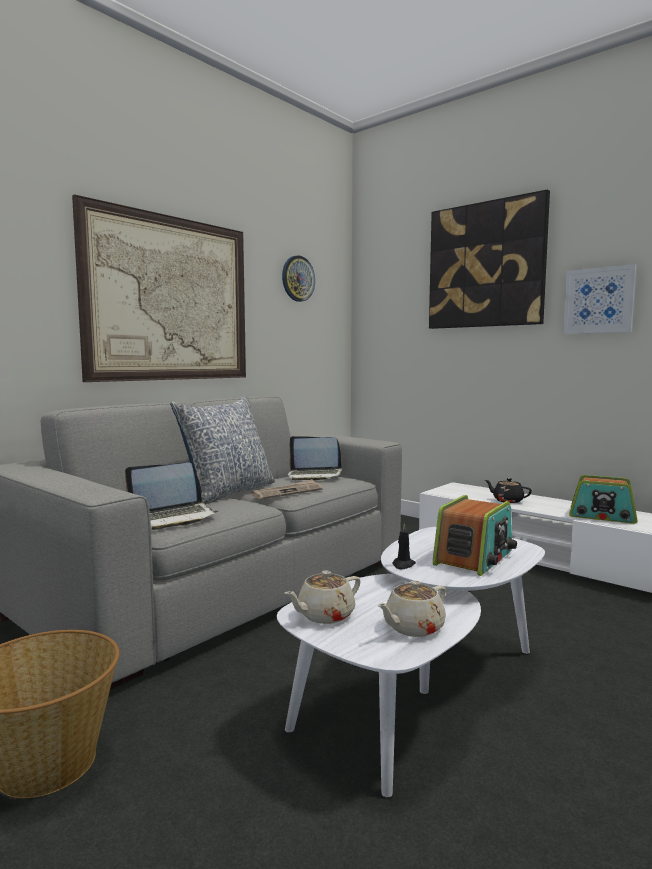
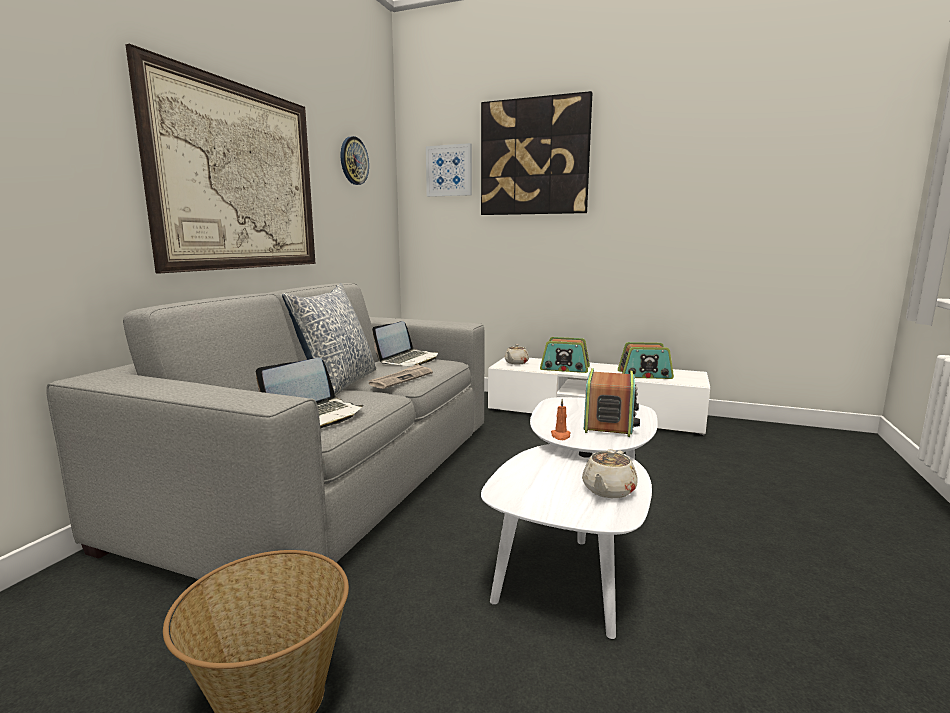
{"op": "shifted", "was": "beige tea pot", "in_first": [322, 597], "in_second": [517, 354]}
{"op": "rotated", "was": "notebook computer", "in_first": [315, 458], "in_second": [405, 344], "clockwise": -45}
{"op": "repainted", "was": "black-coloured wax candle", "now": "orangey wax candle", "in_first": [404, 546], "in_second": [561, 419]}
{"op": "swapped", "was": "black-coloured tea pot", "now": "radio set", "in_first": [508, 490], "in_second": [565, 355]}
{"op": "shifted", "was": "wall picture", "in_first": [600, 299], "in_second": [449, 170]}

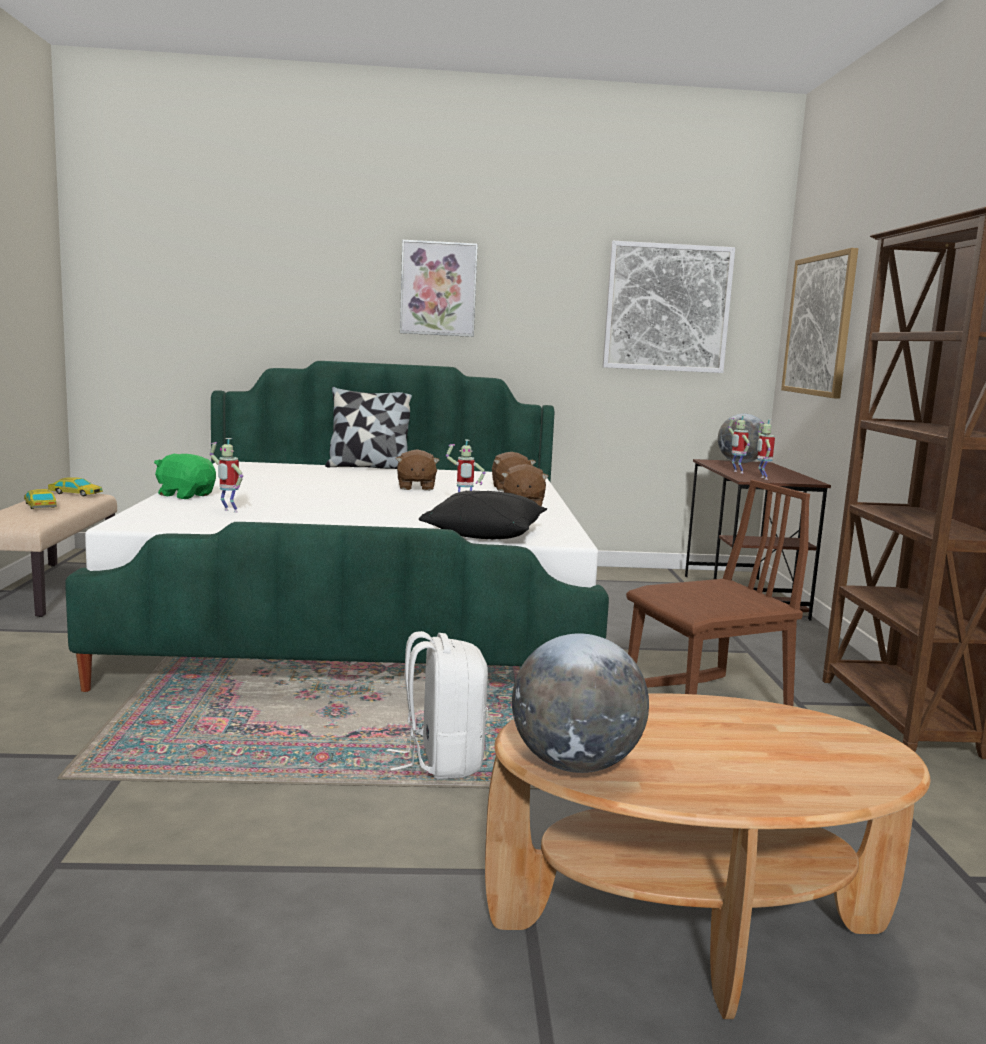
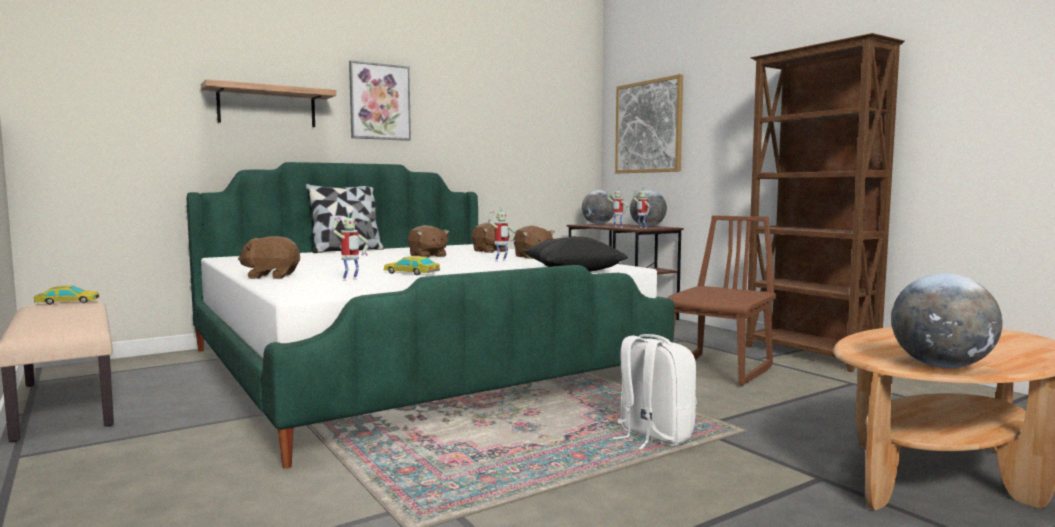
{"op": "shifted", "was": "miniature car", "in_first": [40, 499], "in_second": [412, 265]}
{"op": "repainted", "was": "green soft toy", "now": "brownish soft toy", "in_first": [185, 476], "in_second": [269, 257]}
{"op": "rotated", "was": "robot figure", "in_first": [226, 475], "in_second": [350, 246], "clockwise": -45}
{"op": "gone", "was": "wall picture", "in_first": [669, 307]}
{"op": "new", "now": "wall shelf", "in_second": [268, 103]}
{"op": "new", "now": "desk globe", "in_second": [648, 208]}

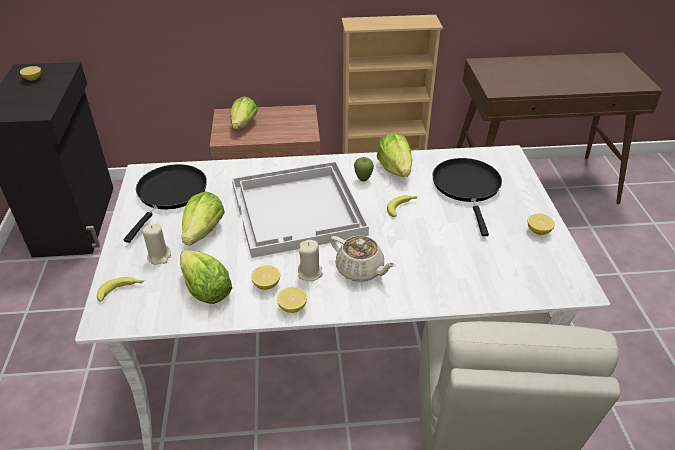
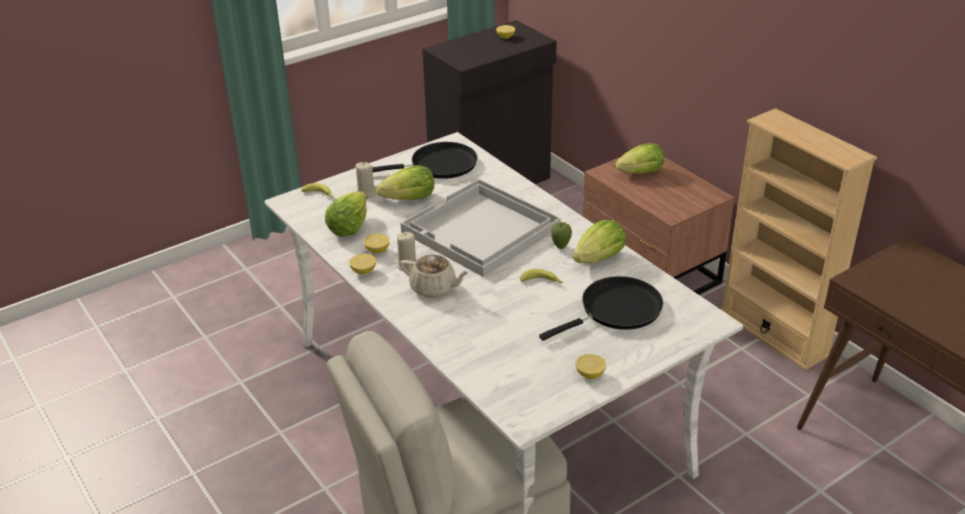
{"op": "rotated", "was": "beige tea pot", "in_first": [363, 259], "in_second": [434, 276], "clockwise": -75}

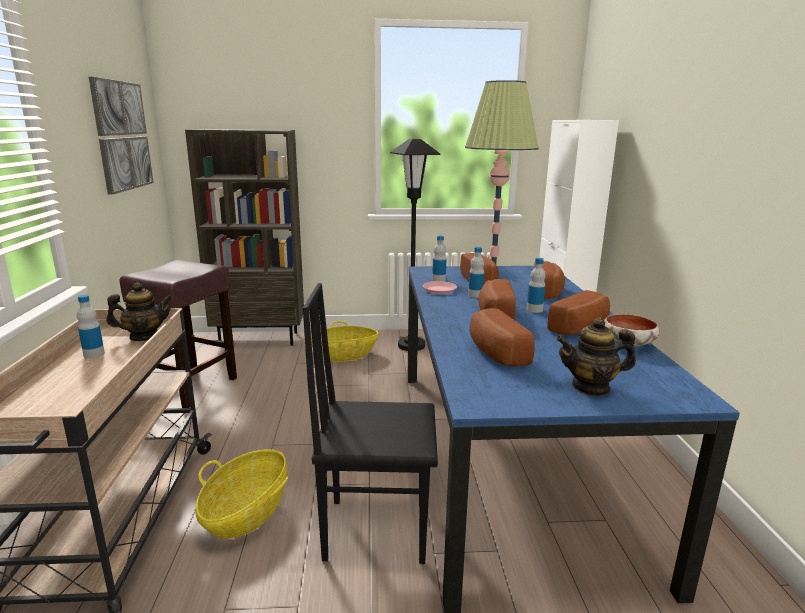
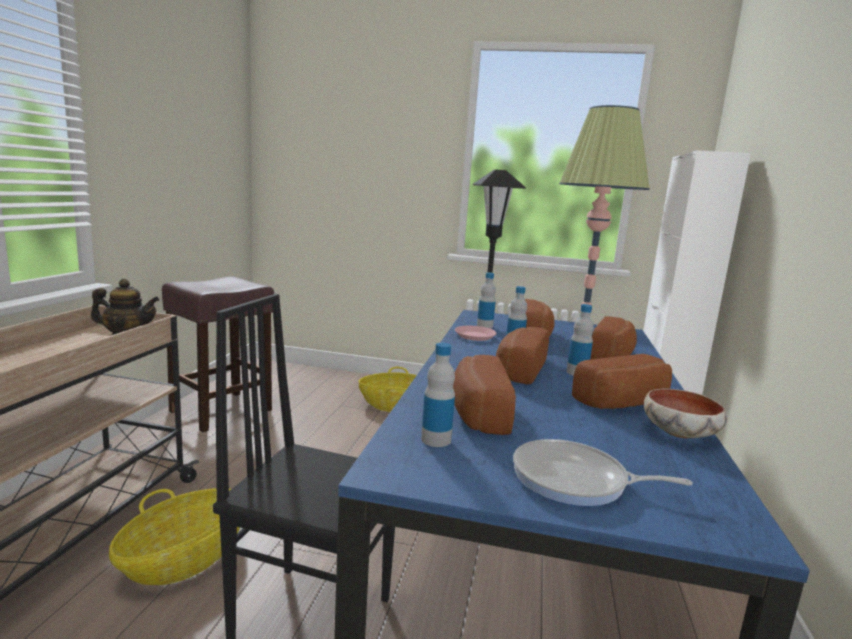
{"op": "shifted", "was": "beverage bottle", "in_first": [91, 327], "in_second": [438, 395]}
{"op": "gone", "was": "wall picture", "in_first": [121, 136]}
{"op": "gone", "was": "brownish bookshelf", "in_first": [244, 237]}
{"op": "swapped", "was": "tea pot", "now": "frying pan", "in_first": [596, 356], "in_second": [603, 473]}

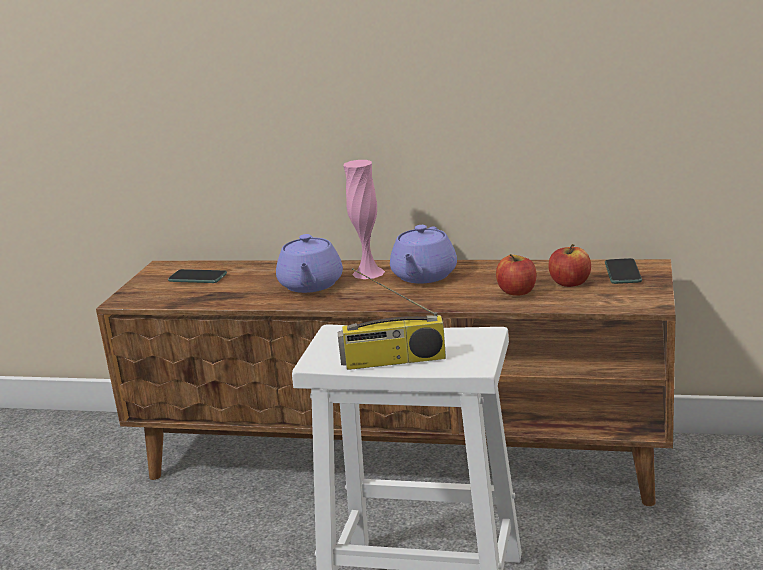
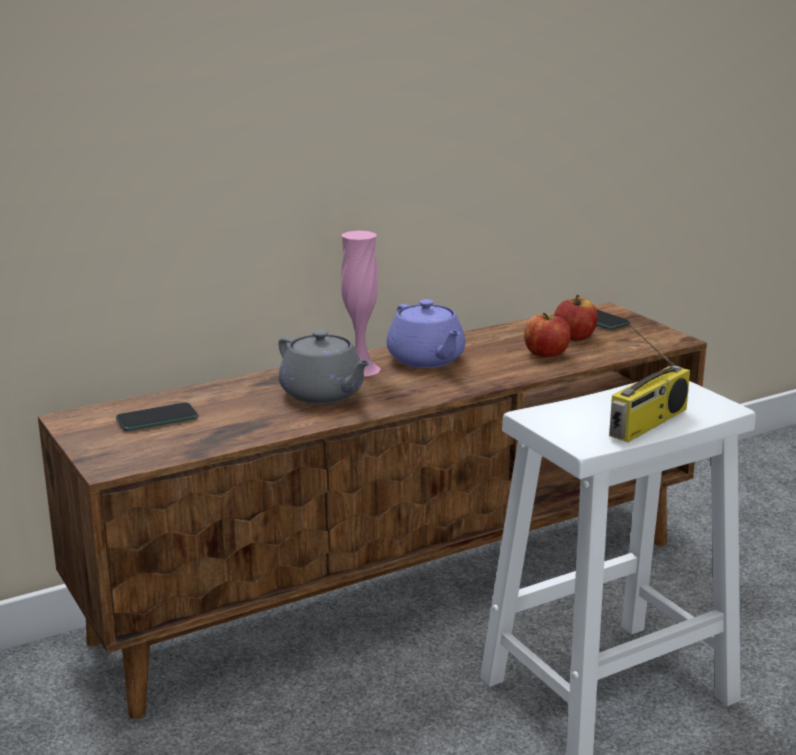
{"op": "repainted", "was": "purple-coloured tea pot", "now": "grey tea pot", "in_first": [309, 263], "in_second": [325, 367]}

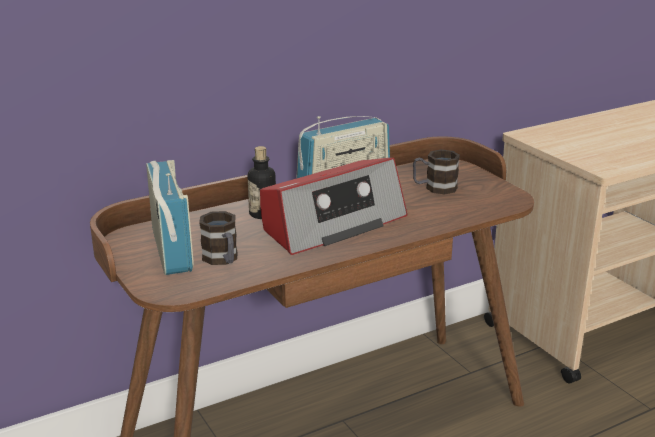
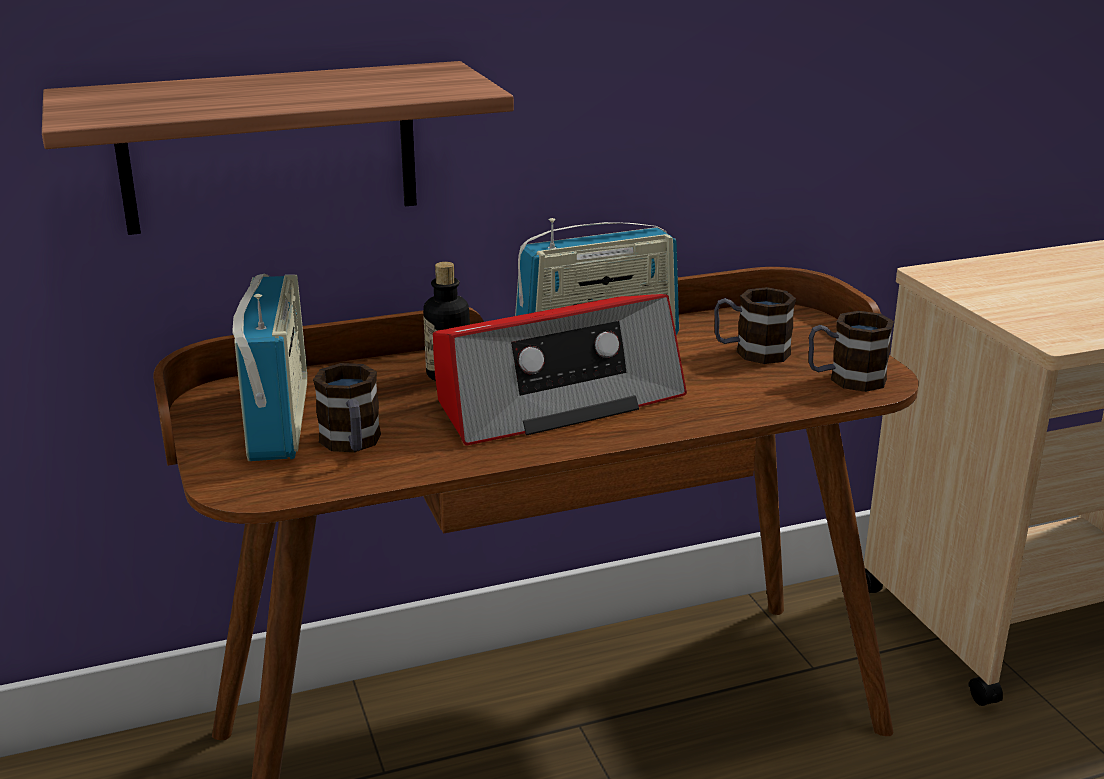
{"op": "new", "now": "wall shelf", "in_second": [278, 148]}
{"op": "new", "now": "tea mug", "in_second": [851, 351]}

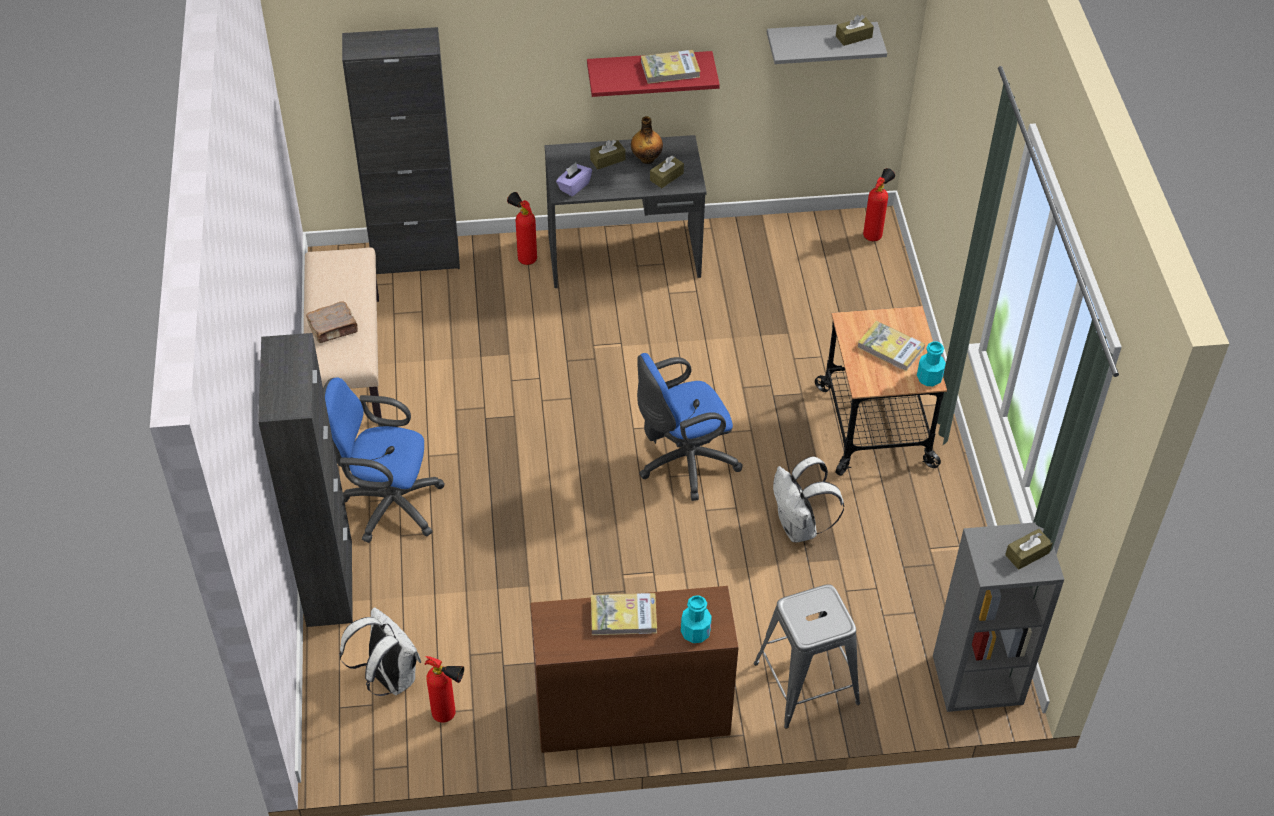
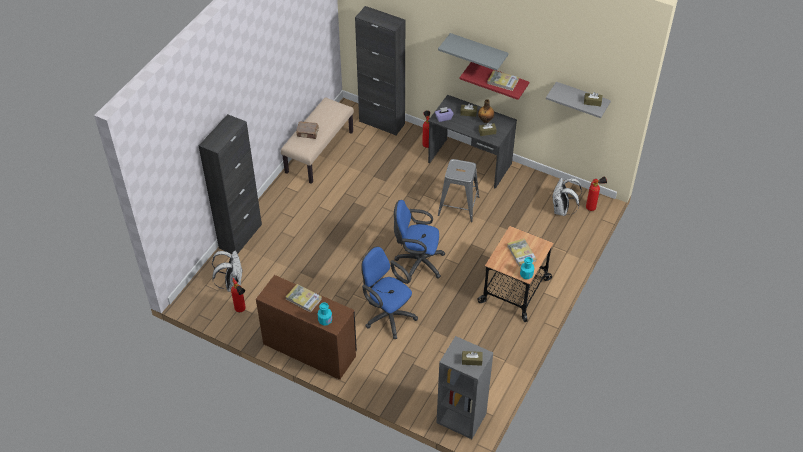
{"op": "shifted", "was": "bluish computer chair", "in_first": [384, 460], "in_second": [390, 292]}
{"op": "shifted", "was": "grey stool seat", "in_first": [807, 656], "in_second": [458, 190]}
{"op": "shifted", "was": "white-coloured backpack", "in_first": [808, 499], "in_second": [567, 196]}
{"op": "new", "now": "grey wall shelf", "in_second": [473, 52]}

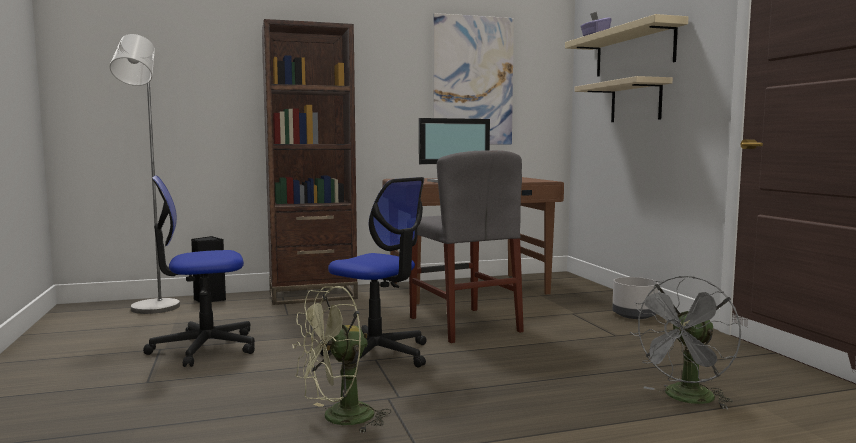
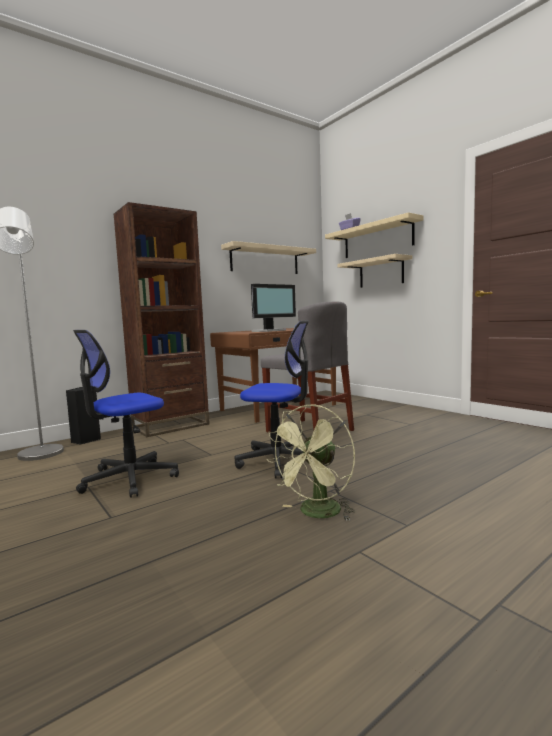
{"op": "swapped", "was": "wall picture", "now": "beige wall shelf", "in_first": [473, 79], "in_second": [268, 257]}
{"op": "gone", "was": "grey flower pot", "in_first": [635, 298]}
{"op": "gone", "was": "grey electric fan", "in_first": [685, 343]}

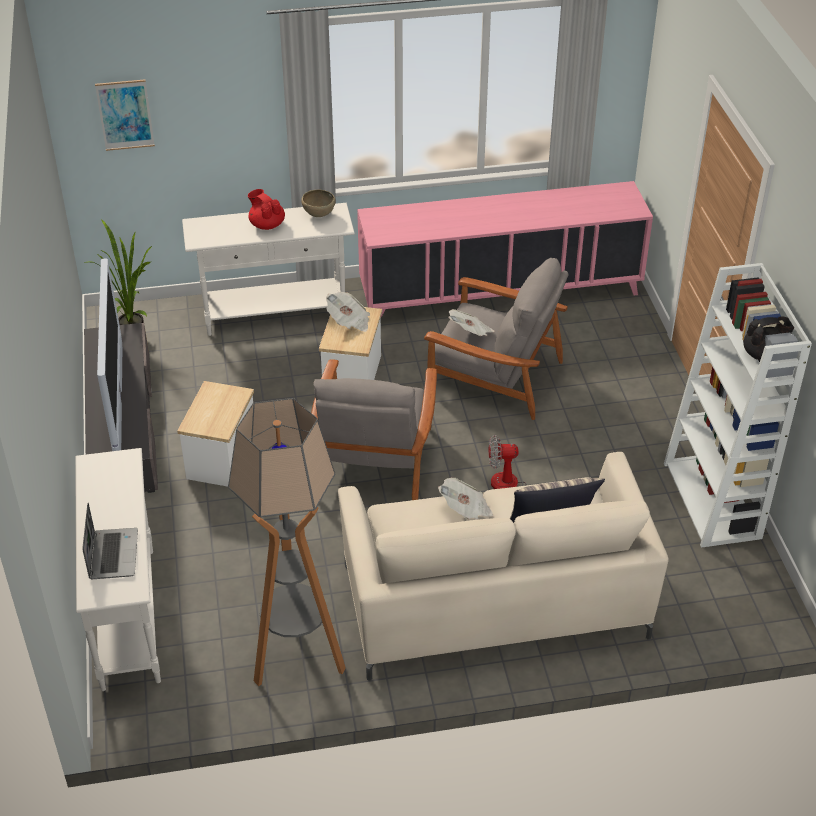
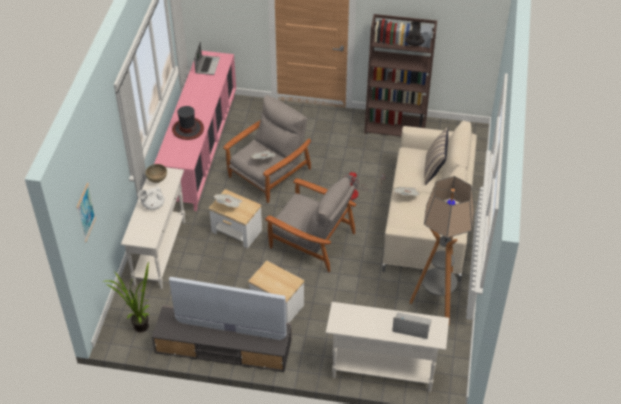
{"op": "repainted", "was": "red tea pot", "now": "white-coloured tea pot", "in_first": [266, 209], "in_second": [151, 198]}
{"op": "repainted", "was": "white-coloured bookshelf", "now": "brownish bookshelf", "in_first": [738, 405], "in_second": [400, 75]}
{"op": "new", "now": "hat", "in_second": [188, 123]}
{"op": "new", "now": "notebook computer", "in_second": [207, 58]}

